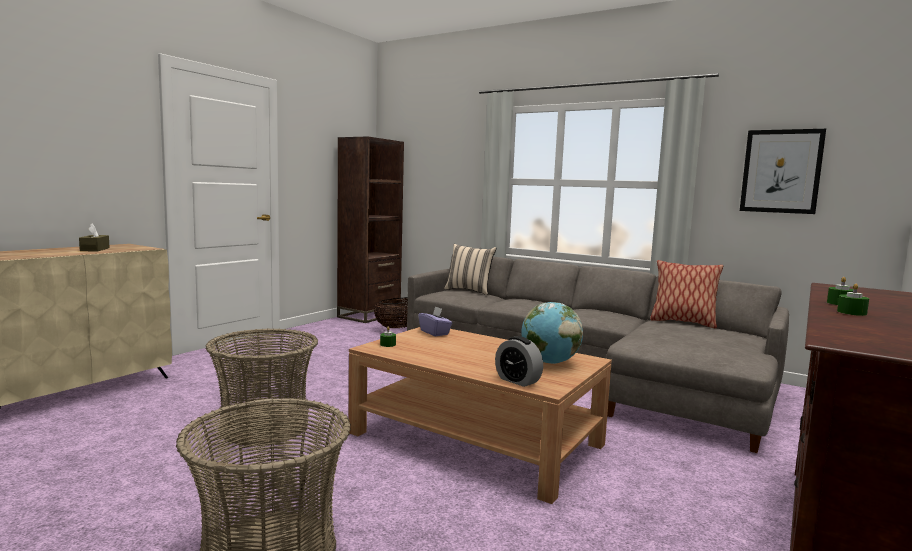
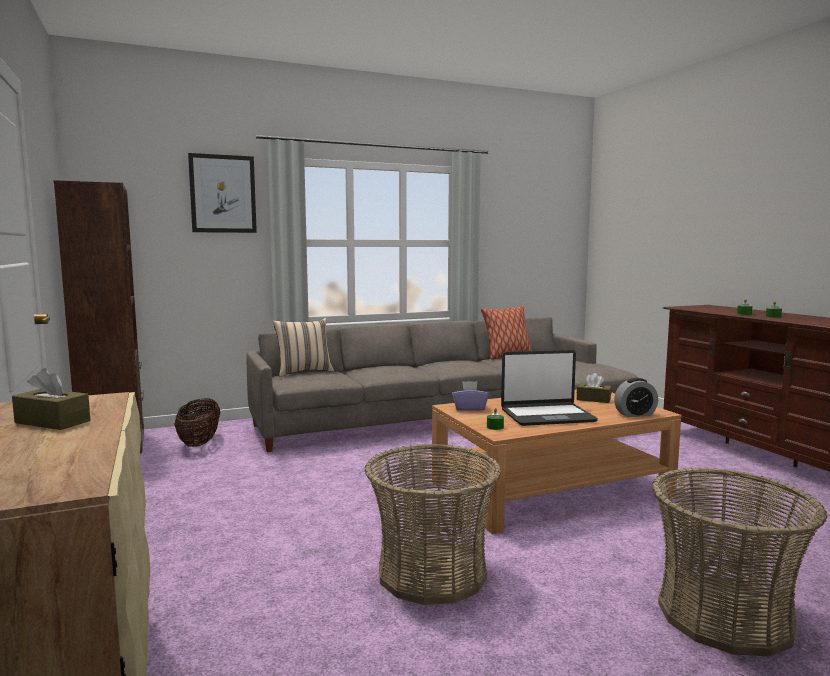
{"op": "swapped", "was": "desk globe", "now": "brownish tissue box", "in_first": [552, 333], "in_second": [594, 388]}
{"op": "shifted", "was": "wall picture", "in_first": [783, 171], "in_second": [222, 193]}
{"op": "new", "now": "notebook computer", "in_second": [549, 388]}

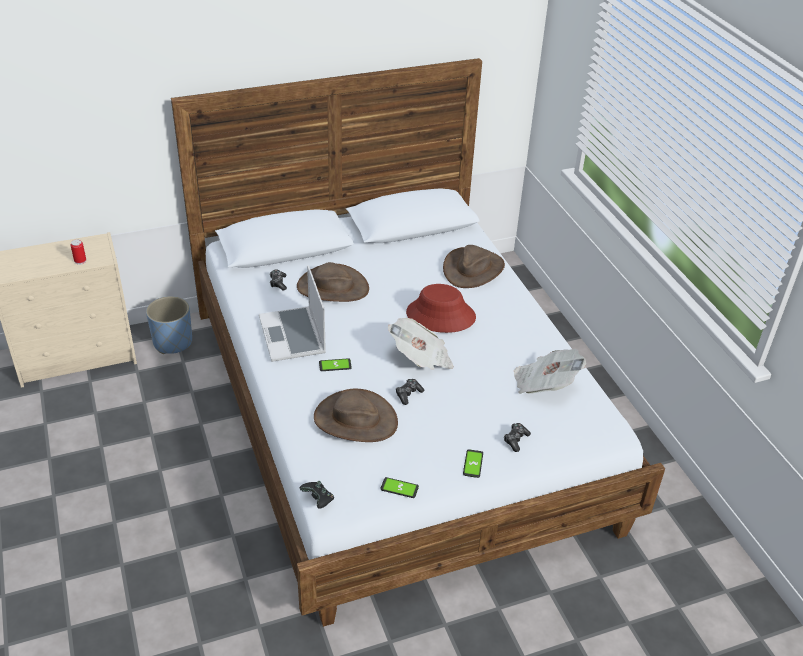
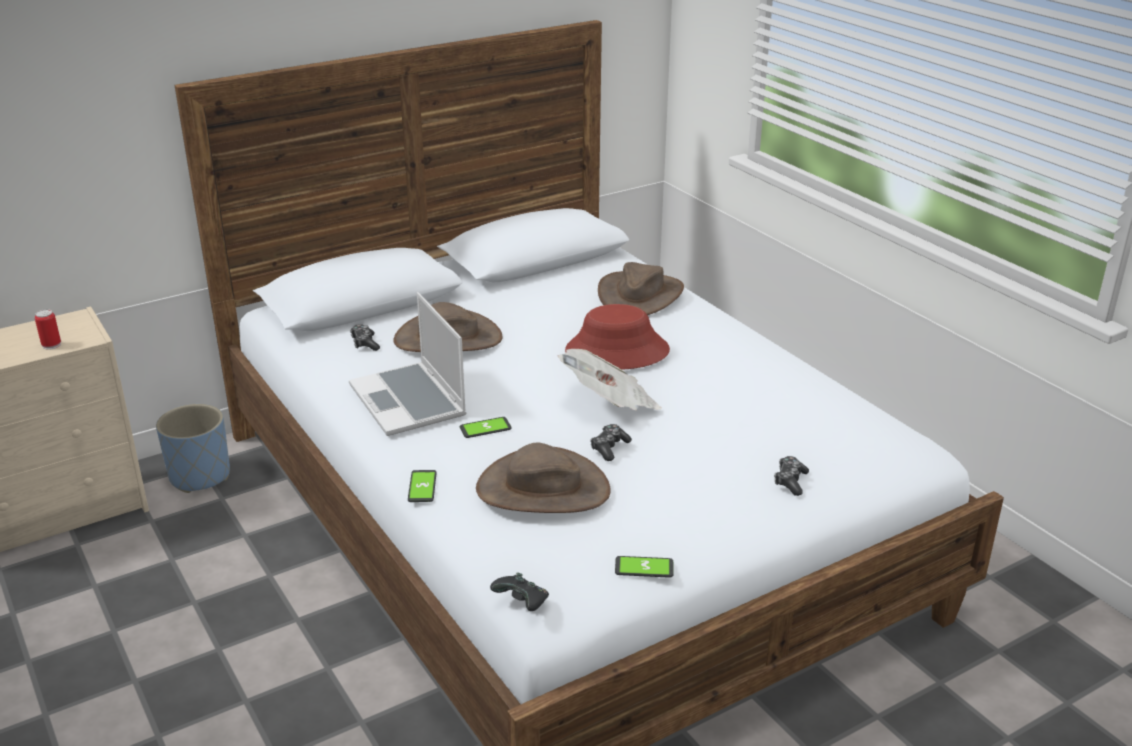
{"op": "shifted", "was": "telephone", "in_first": [473, 463], "in_second": [422, 486]}
{"op": "gone", "was": "newspaper", "in_first": [550, 371]}

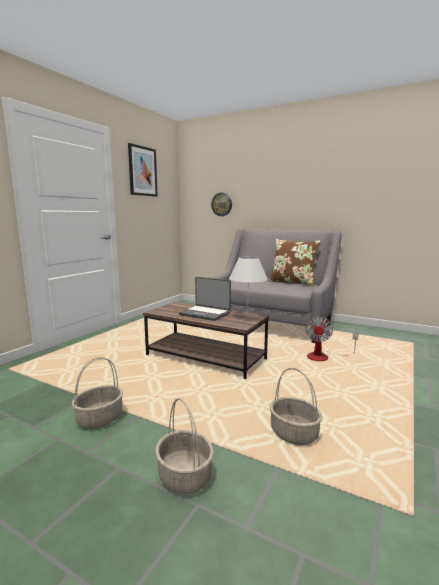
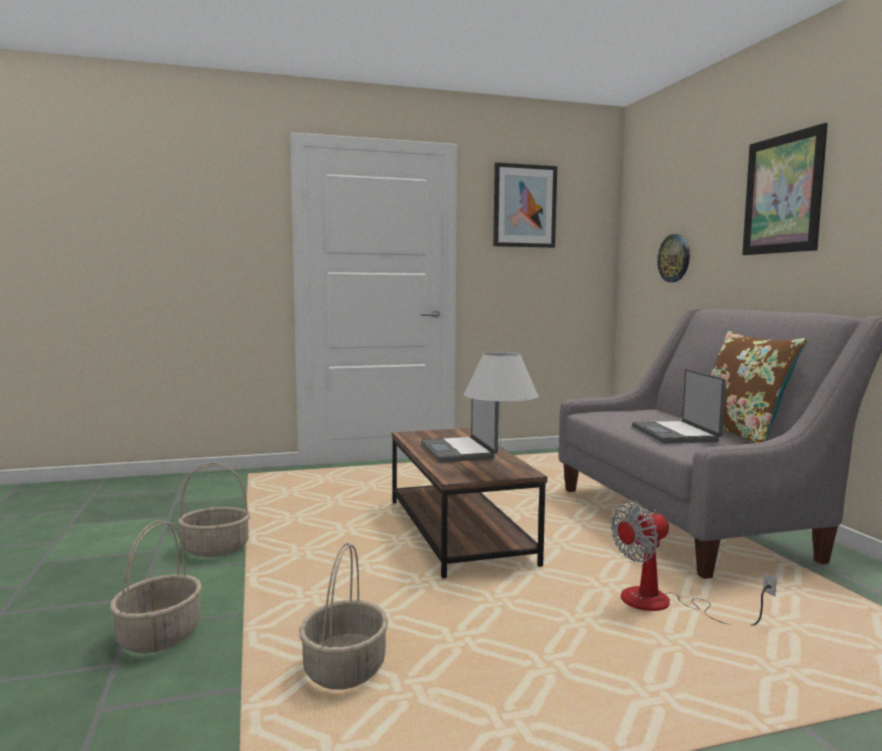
{"op": "new", "now": "notebook computer", "in_second": [679, 406]}
{"op": "new", "now": "wall picture", "in_second": [785, 189]}

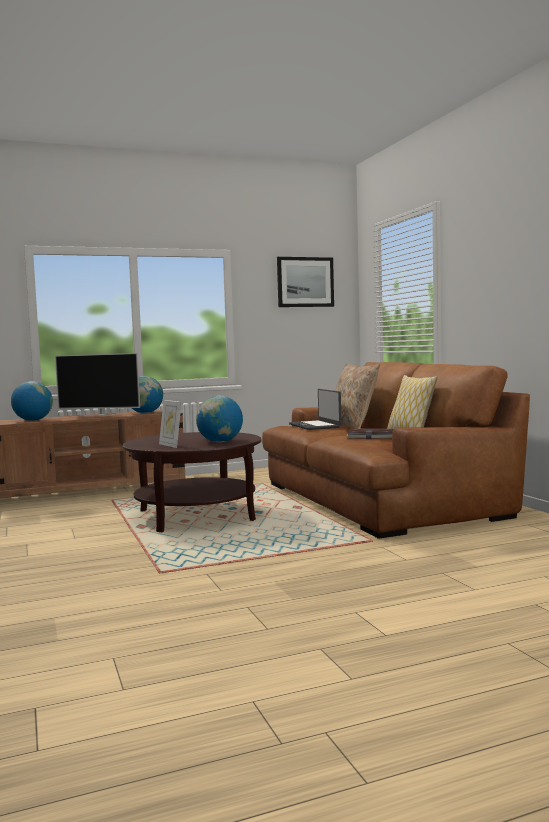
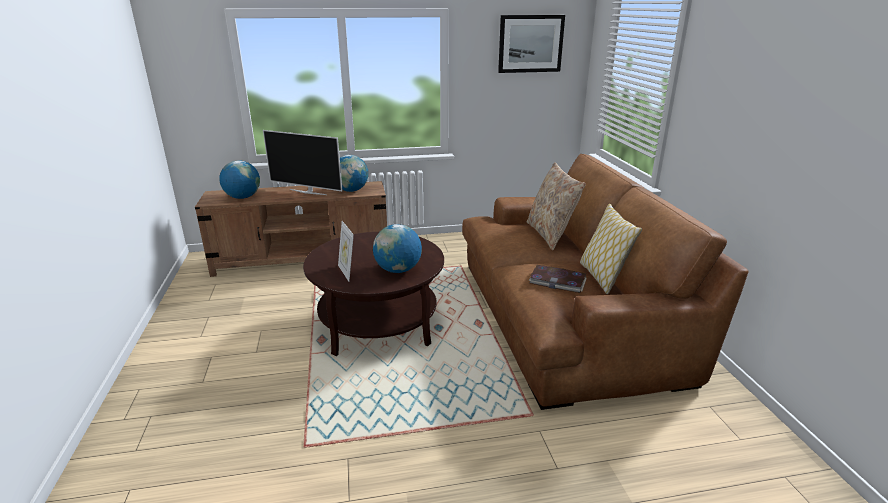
{"op": "gone", "was": "notebook computer", "in_first": [315, 409]}

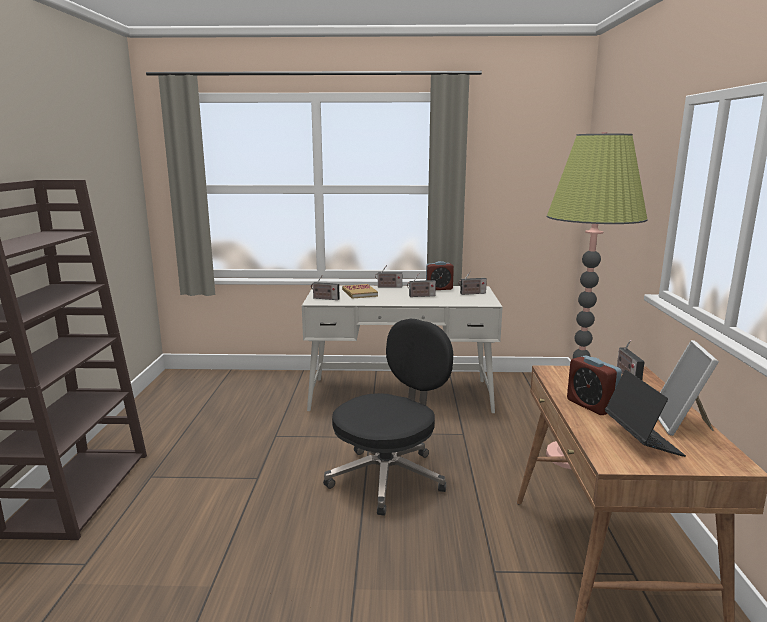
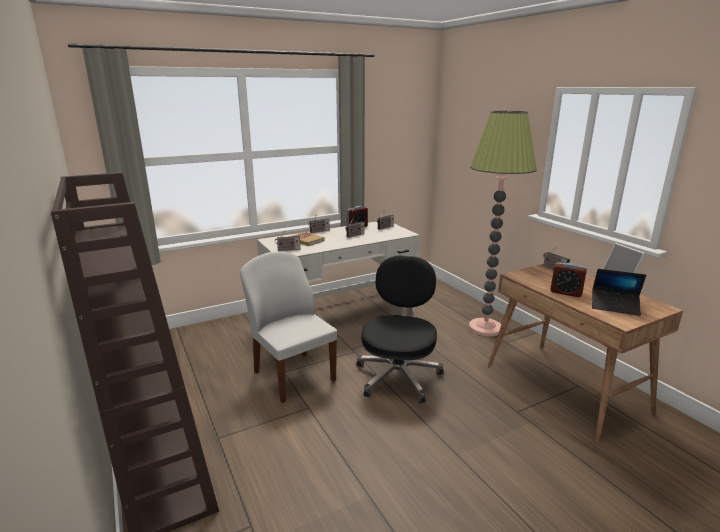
{"op": "rotated", "was": "notebook computer", "in_first": [645, 413], "in_second": [619, 292], "clockwise": 150}
{"op": "new", "now": "white-coloured upright chair", "in_second": [288, 327]}

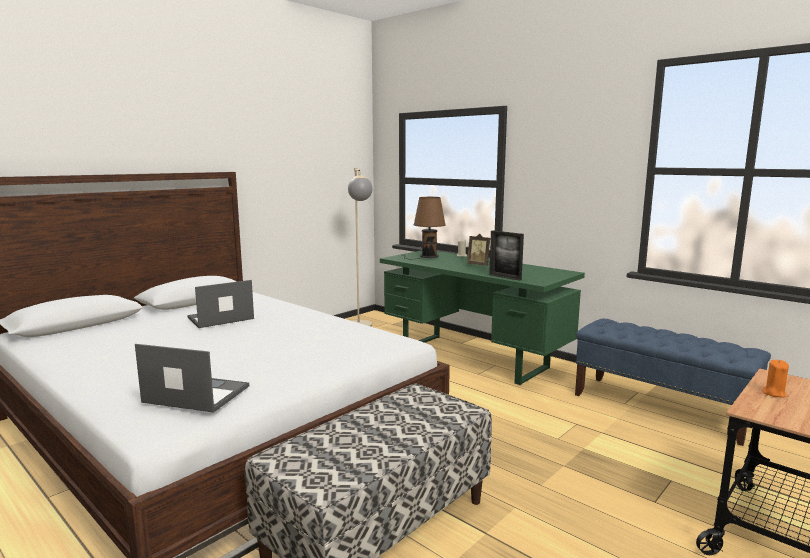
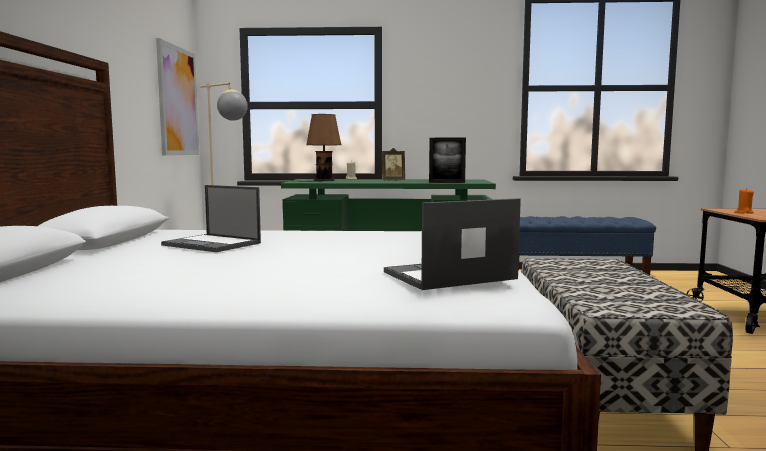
{"op": "rotated", "was": "notebook computer", "in_first": [220, 304], "in_second": [211, 218], "clockwise": -75}
{"op": "new", "now": "wall picture", "in_second": [177, 97]}

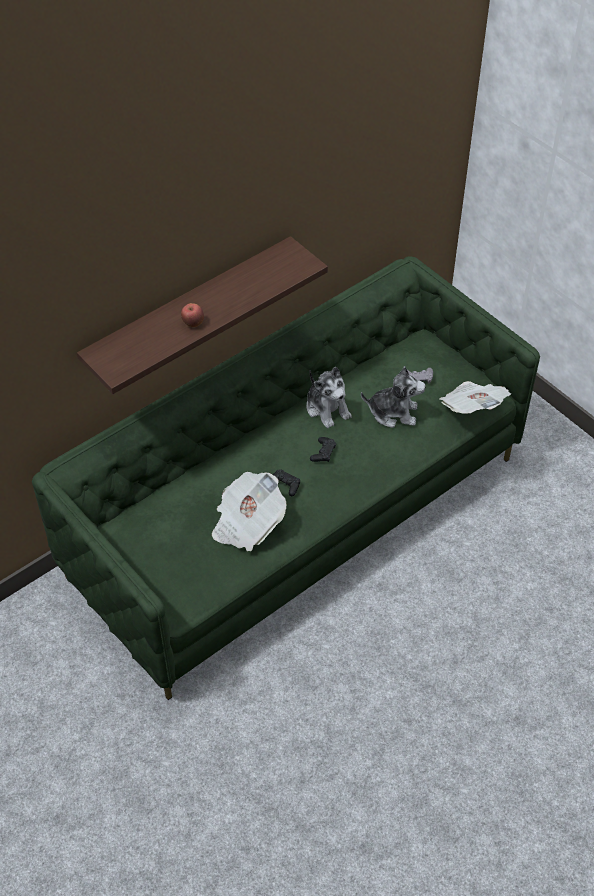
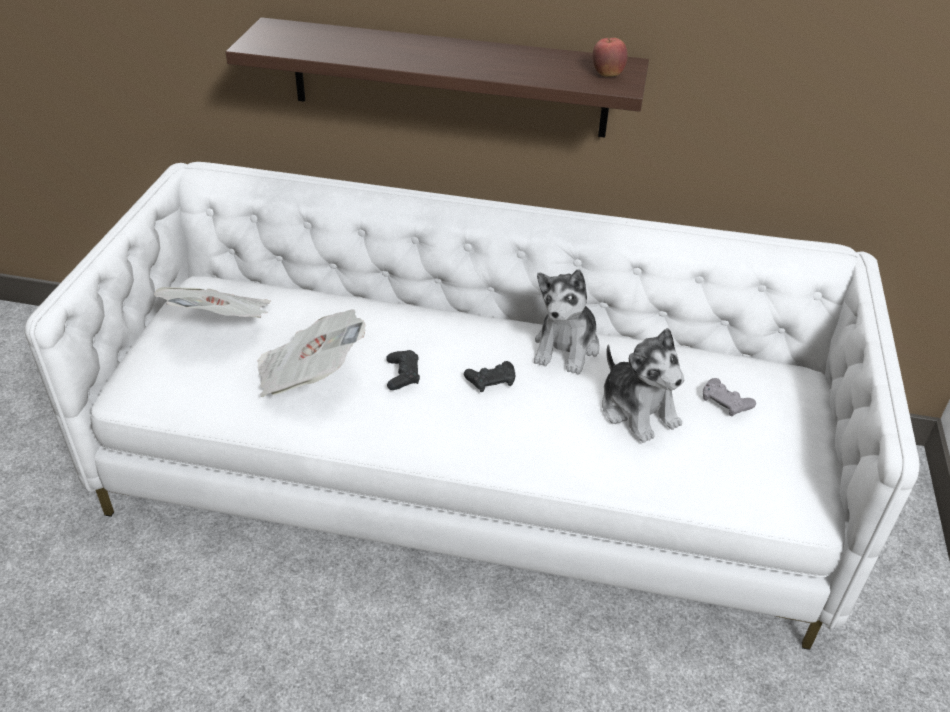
{"op": "repainted", "was": "green couch", "now": "white-coloured couch", "in_first": [286, 478], "in_second": [471, 406]}
{"op": "shifted", "was": "whole apple", "in_first": [192, 315], "in_second": [610, 57]}
{"op": "shifted", "was": "newspaper", "in_first": [475, 397], "in_second": [212, 302]}

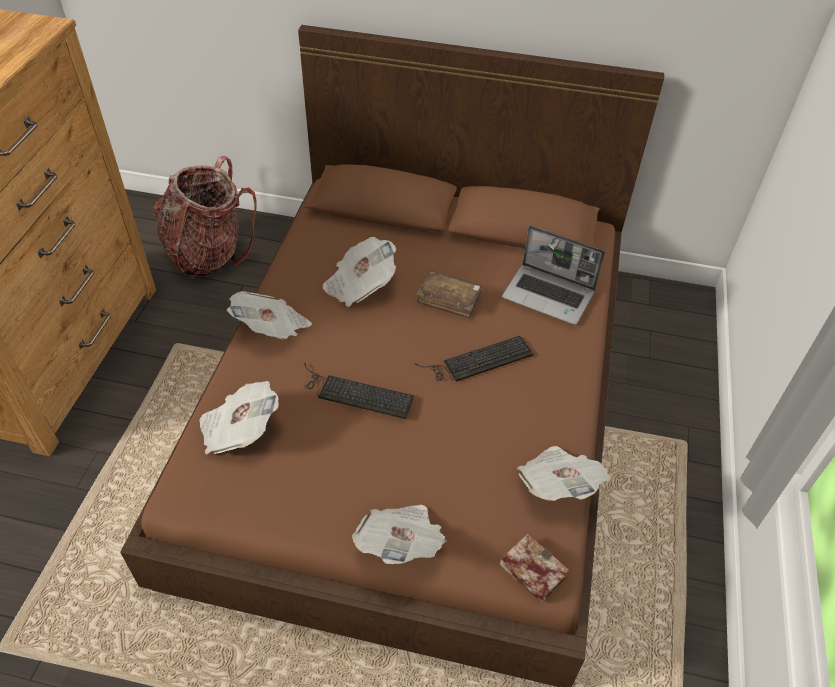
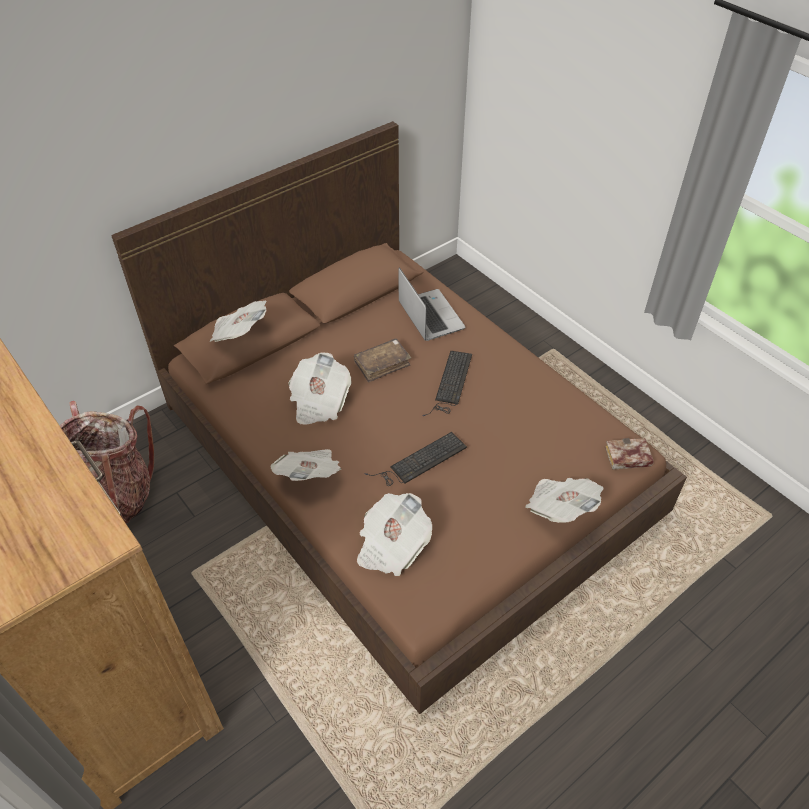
{"op": "rotated", "was": "notebook computer", "in_first": [553, 275], "in_second": [432, 304], "clockwise": -90}
{"op": "shifted", "was": "newspaper", "in_first": [563, 473], "in_second": [238, 321]}

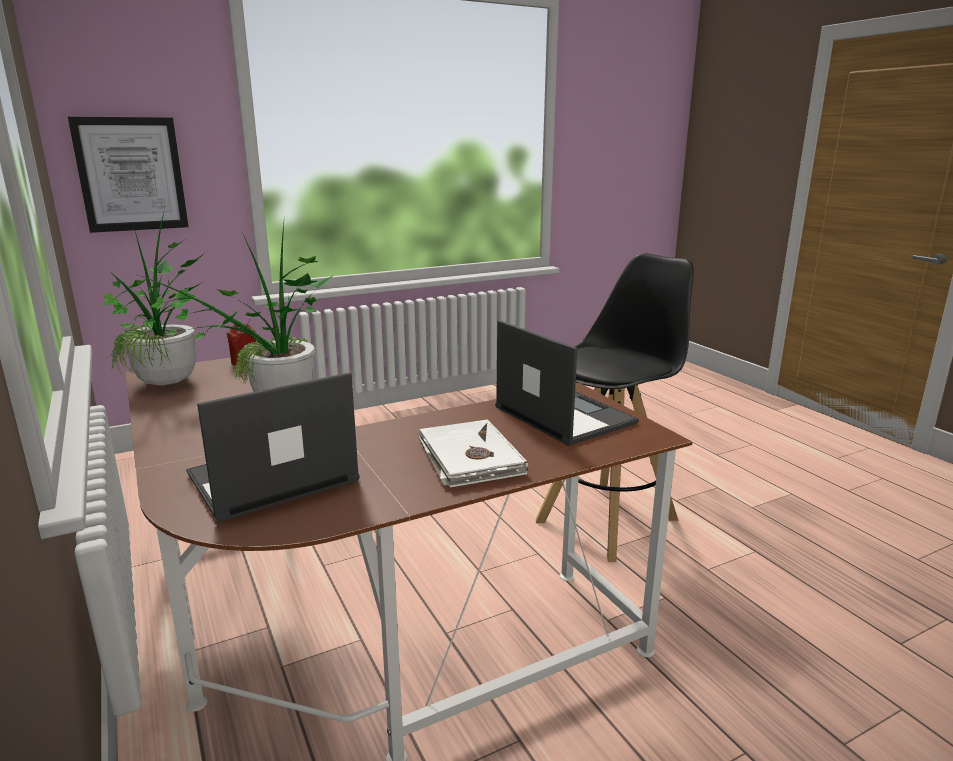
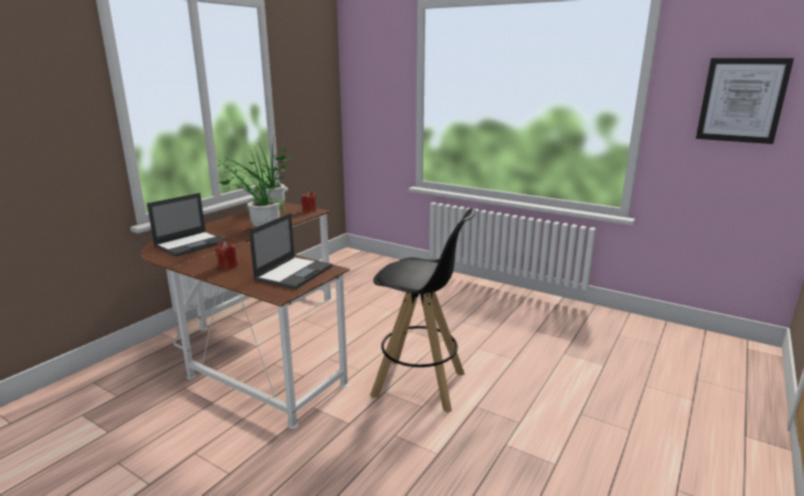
{"op": "shifted", "was": "wall picture", "in_first": [128, 175], "in_second": [745, 101]}
{"op": "rotated", "was": "notebook computer", "in_first": [273, 447], "in_second": [187, 225], "clockwise": 105}
{"op": "swapped", "was": "white-coloured book", "now": "red wax candle", "in_first": [473, 453], "in_second": [226, 255]}

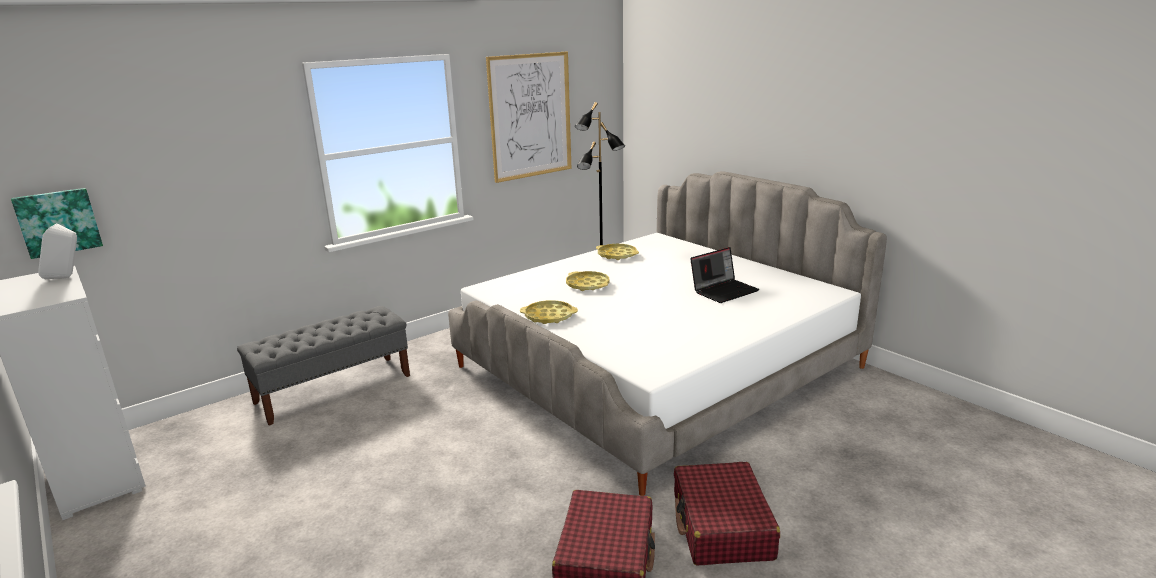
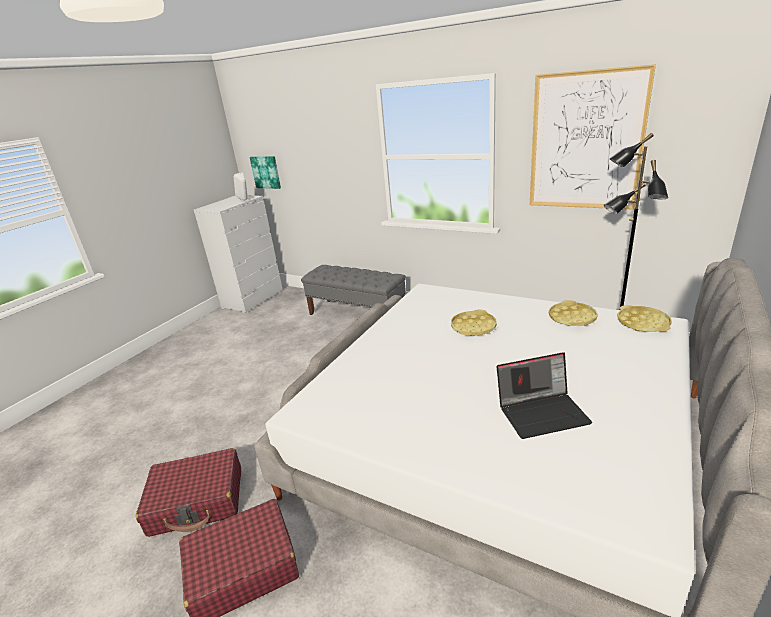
{"op": "shifted", "was": "yellowish tray", "in_first": [549, 312], "in_second": [644, 318]}
{"op": "rotated", "was": "notebook computer", "in_first": [725, 275], "in_second": [544, 395], "clockwise": -45}

